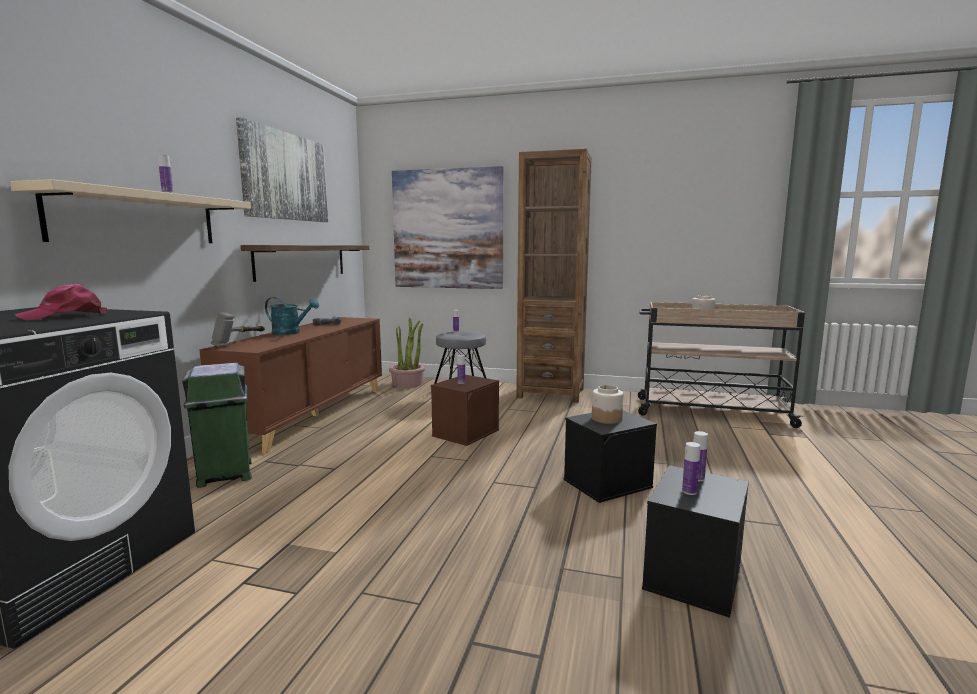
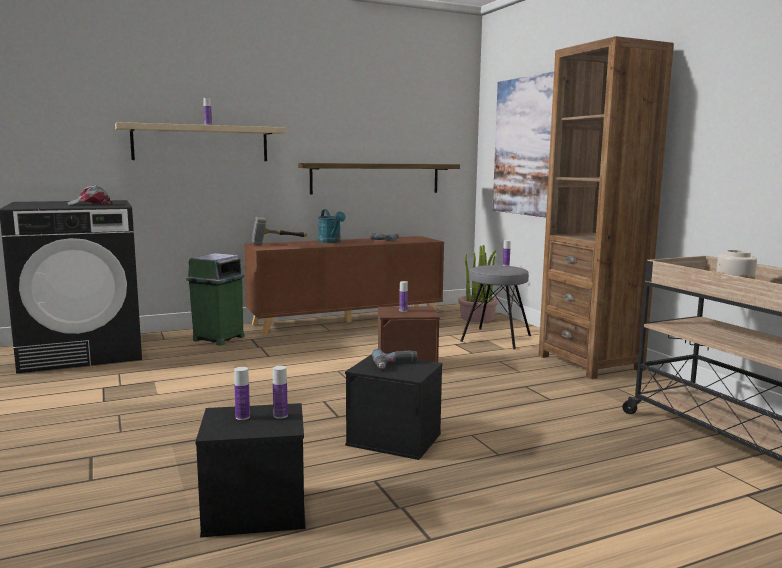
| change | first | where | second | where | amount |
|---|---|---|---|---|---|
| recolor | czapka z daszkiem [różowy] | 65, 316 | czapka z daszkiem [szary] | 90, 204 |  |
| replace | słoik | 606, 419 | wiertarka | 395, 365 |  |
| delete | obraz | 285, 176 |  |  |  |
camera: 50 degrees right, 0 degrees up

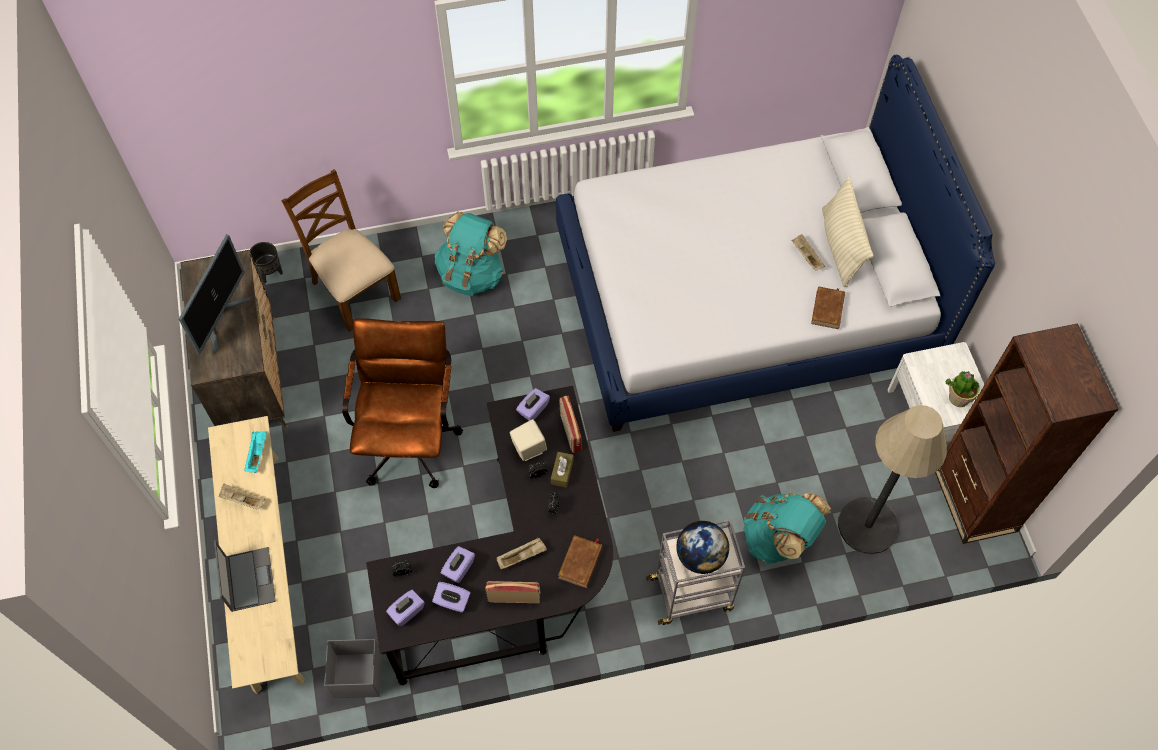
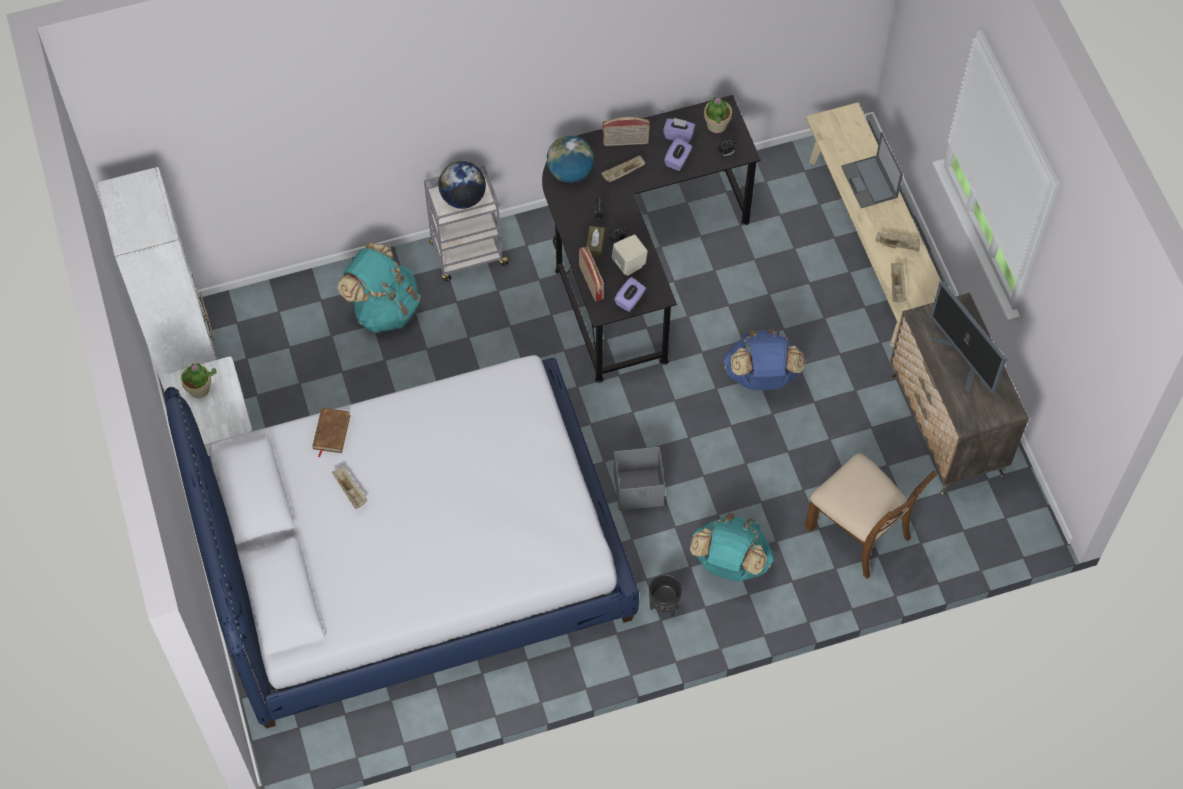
| change | first | where | second | where | amount |
|---|---|---|---|---|---|
| recolor | regał [brązowy] | 974, 500 | regał [biały] | 187, 358 |  |
| replace | książka [brązowy] | 581, 563 | globus | 570, 172 |  |
| move | pojemnik do przechowywania [szary] | 356, 675 |  | 639, 489 |  |
| move | donica [czarny] | 270, 274 |  | 664, 606 |  |
| replace | pudełko chusteczek [fioletowy] | 406, 611 | roślina doniczkowa | 716, 125 |  |
| replace | krzesło biurowe [brązowy] | 410, 436 | plecak [niebieski] | 762, 377 |  |
| recolor | taca [turkusowy] | 257, 454 | taca [beżowy] | 897, 287 |  |
| rotate | monitor | 221, 318 |  | 963, 360 | 45 degrees counterclockwise |
| delete | poduszka [beżowy] | 840, 246 |  |  |  |
| delete | lampa stojąca | 867, 525 |  |  |  |
camera: 175 degrees right, 0 degrees up

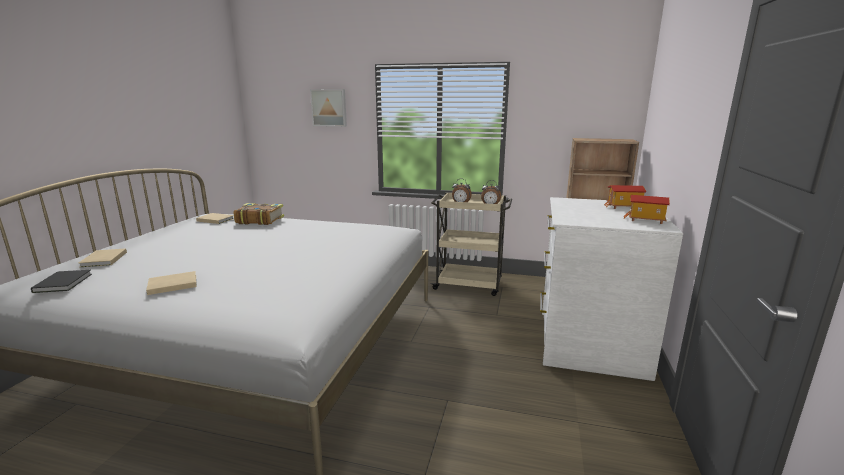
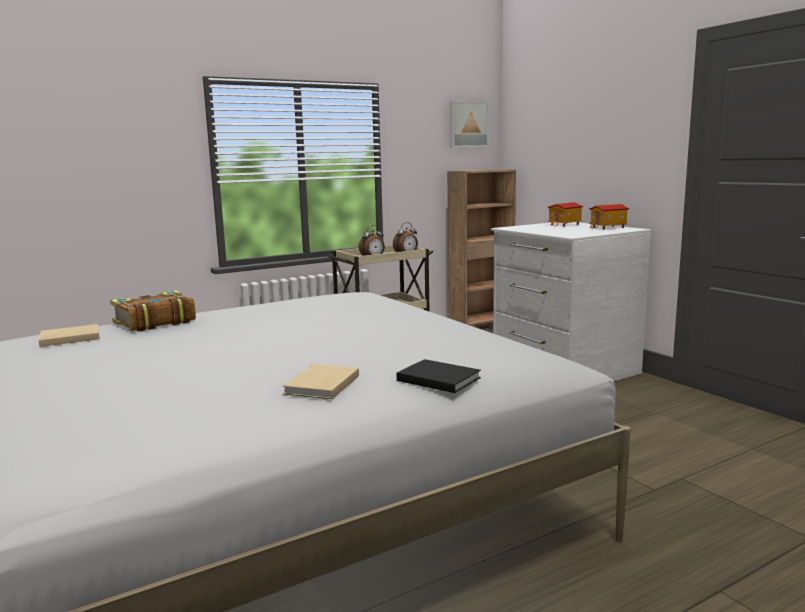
| change | first | where | second | where | amount |
|---|---|---|---|---|---|
| move | książka [czarny] | 65, 282 |  | 437, 378 |  |
| move | obraz | 329, 108 |  | 467, 124 |  |
| delete | książka [beżowy] | 103, 260 |  |  |  |
camera: 45 degrees left, 5 degrees down

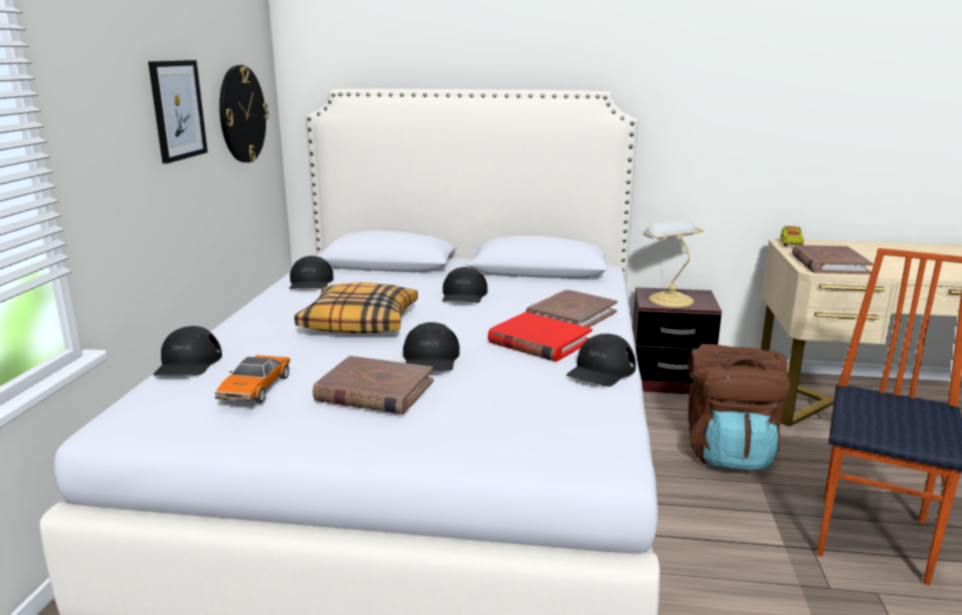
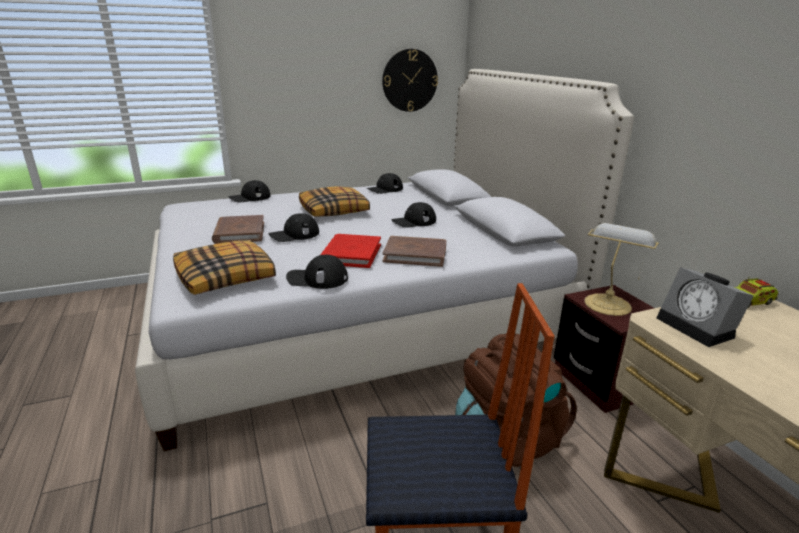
| change | first | where | second | where | amount |
|---|---|---|---|---|---|
| insert |  |  | poduszka | 226, 277 |  |
| replace | książka [brązowy] | 829, 264 | budzik | 698, 328 |  |
| delete | obraz | 177, 110 |  |  |  |
| delete | samochodzik | 255, 389 |  |  |  |
camera: 60 degrees right, 5 degrees up

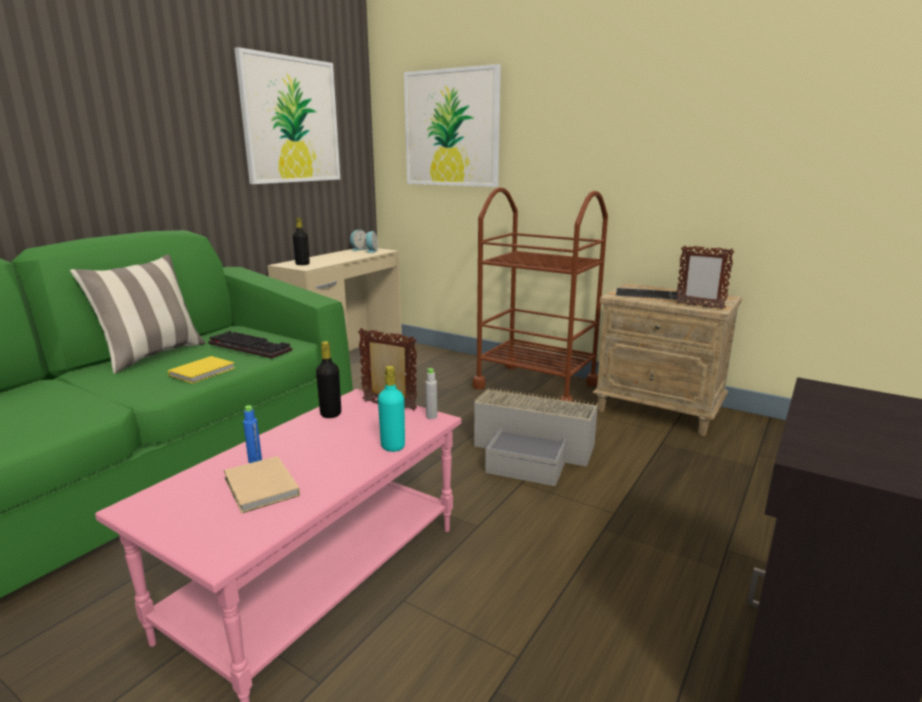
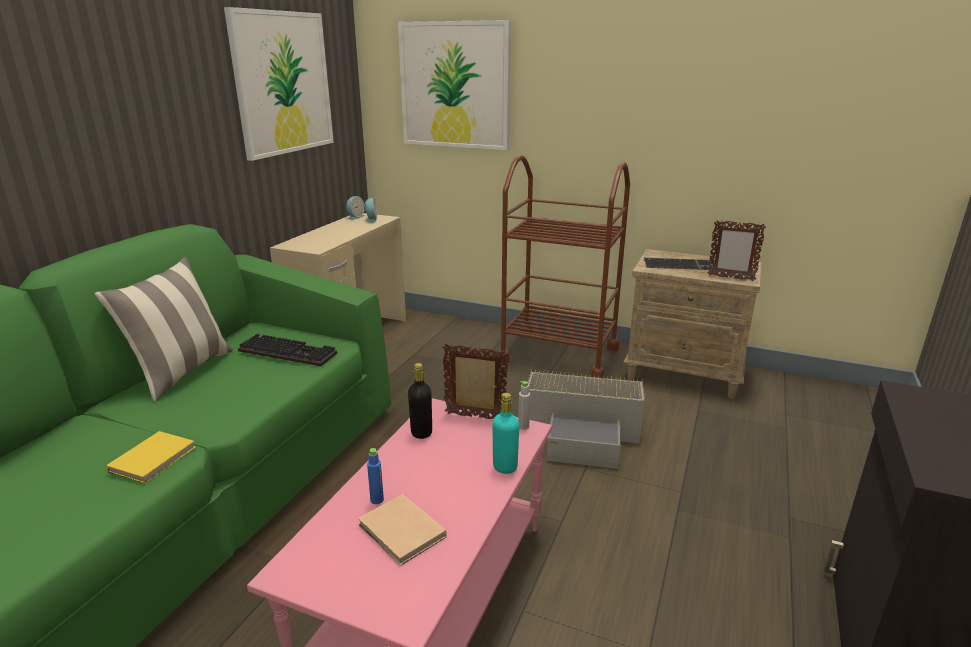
| change | first | where | second | where | amount |
|---|---|---|---|---|---|
| move | książka [żółty] | 204, 371 |  | 155, 458 |  |
| delete | butelka [czarny] | 302, 264 |  |  |  |
camera: 10 degrees left, 5 degrees up

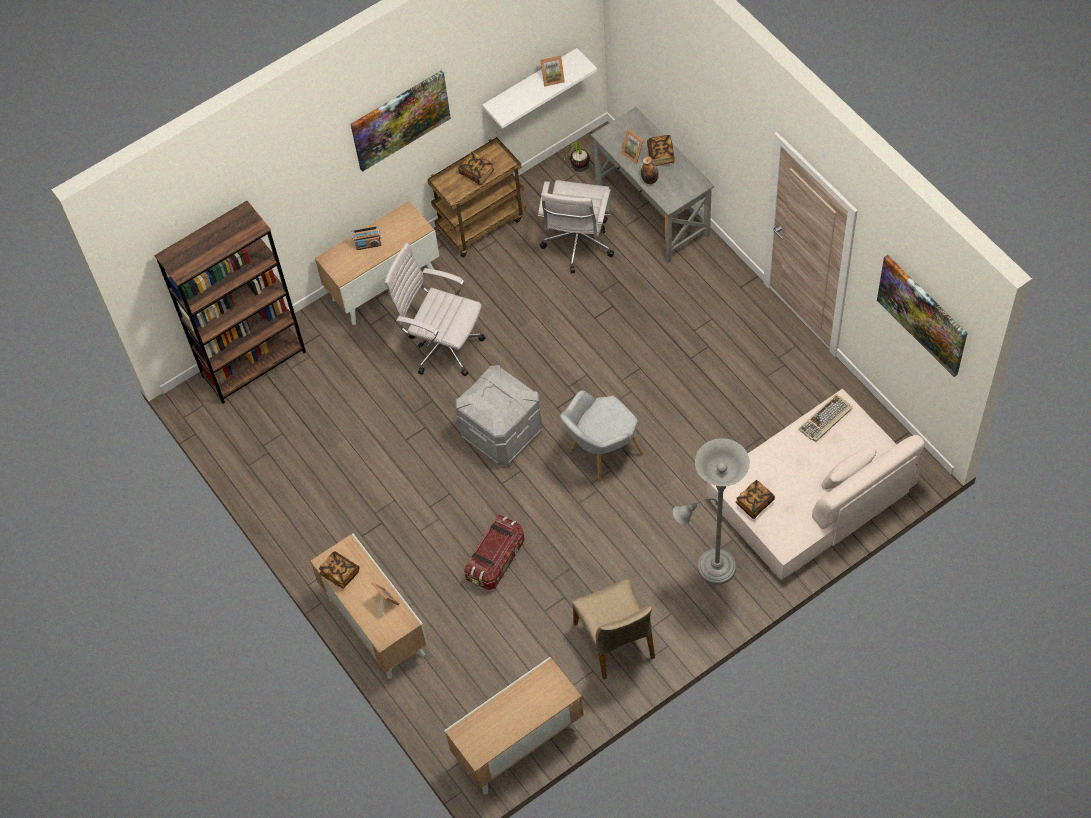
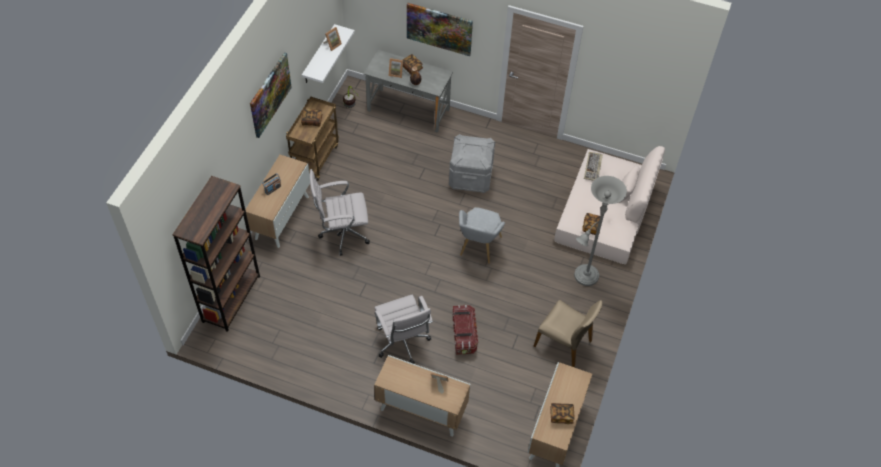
| change | first | where | second | where | amount |
|---|---|---|---|---|---|
| move | krzesło biurowe [biały] | 577, 245 |  | 403, 343 |  |
| move | obraz | 922, 315 |  | 439, 28 |  |
| move | pojemnik do przechowywania [szary] | 501, 432 |  | 470, 177 |  |
| move | książka | 340, 573 |  | 561, 415 |  |
camera: 40 degrees left, 5 degrees down

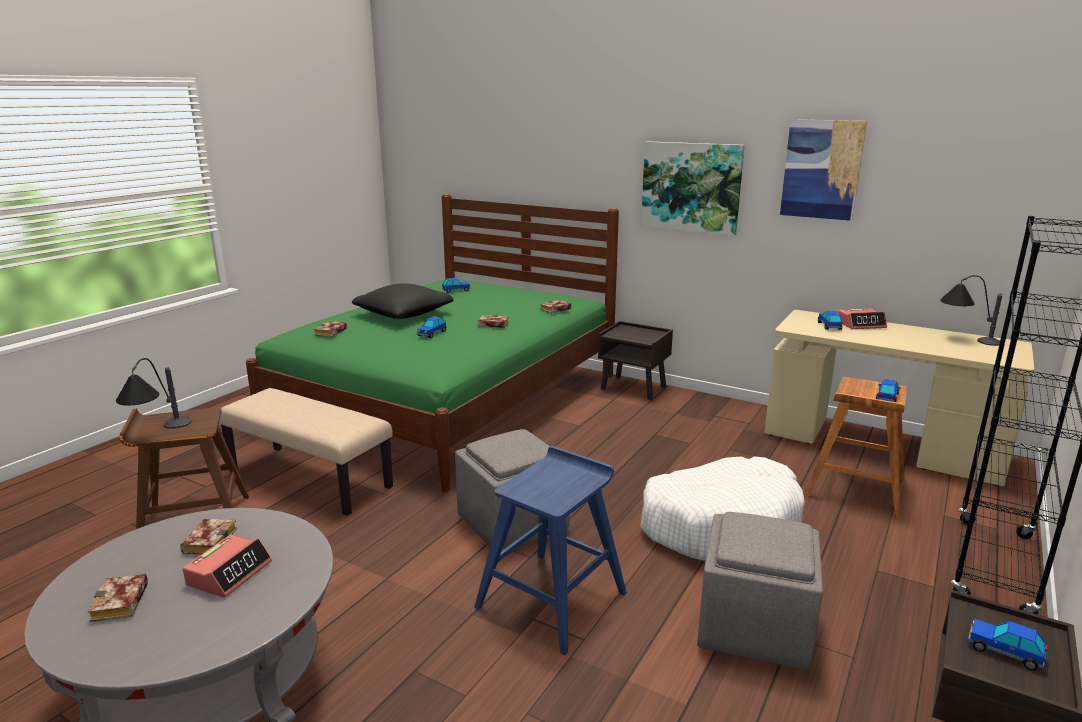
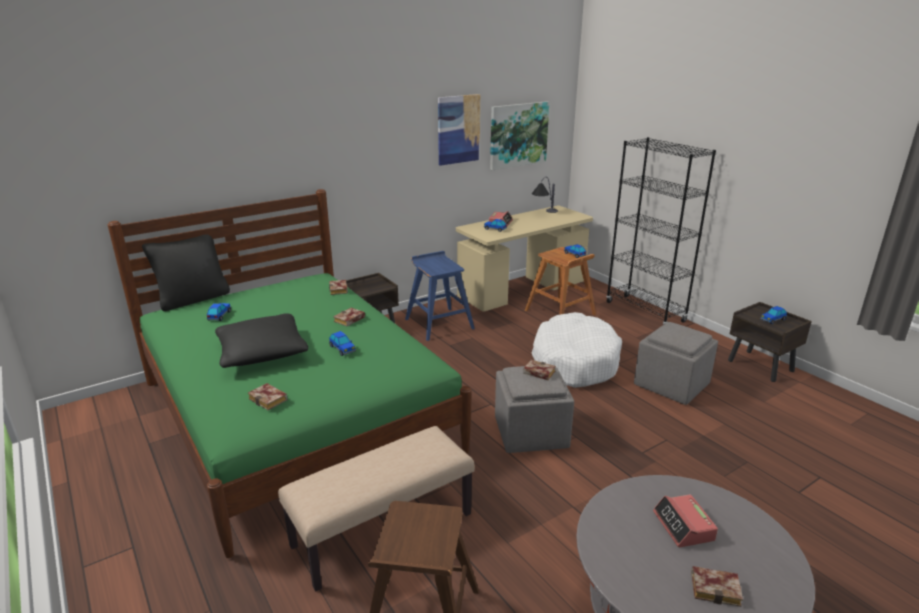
| change | first | where | second | where | amount |
|---|---|---|---|---|---|
| insert |  |  | poduszka [czarny] | 193, 299 |  |
| move | stołek [niebieski] | 552, 599 |  | 439, 323 |  |
| move | obraz | 691, 187 |  | 518, 135 |  |
| move | książka | 209, 540 |  | 537, 373 |  |
| rotate | budzik | 229, 573 |  | 683, 526 | 150 degrees counterclockwise |
| delete | lampa stołowa | 159, 434 |  |  |  |
camera: 65 degrees left, 5 degrees up

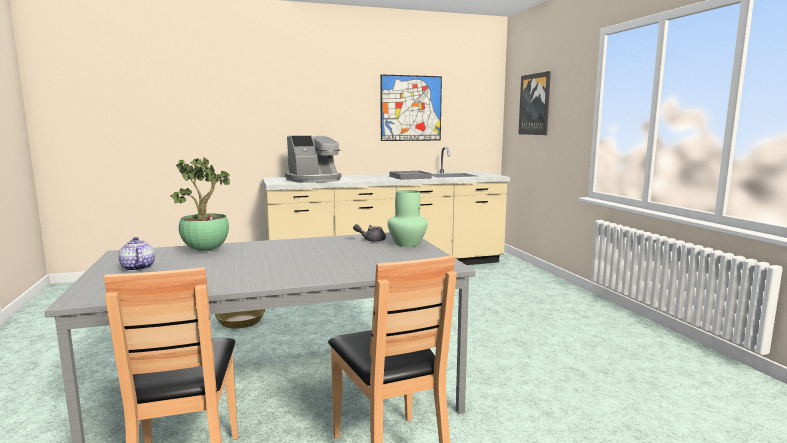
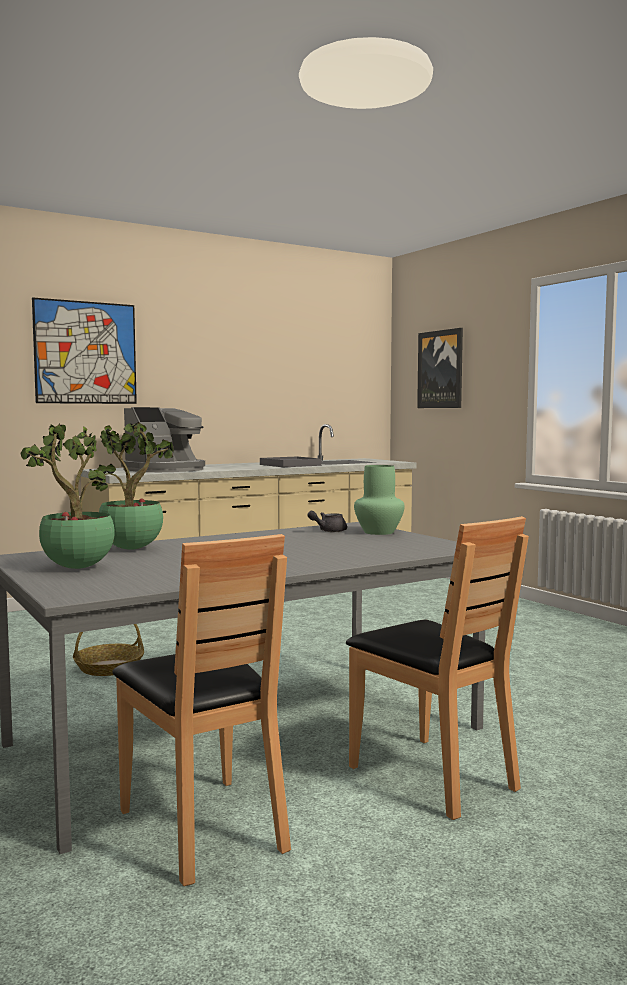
| change | first | where | second | where | amount |
|---|---|---|---|---|---|
| replace | imbryk | 137, 268 | roślina doniczkowa | 76, 568 |  |
| move | obraz | 411, 108 |  | 86, 352 |  |
camera: 15 degrees left, 5 degrees down

